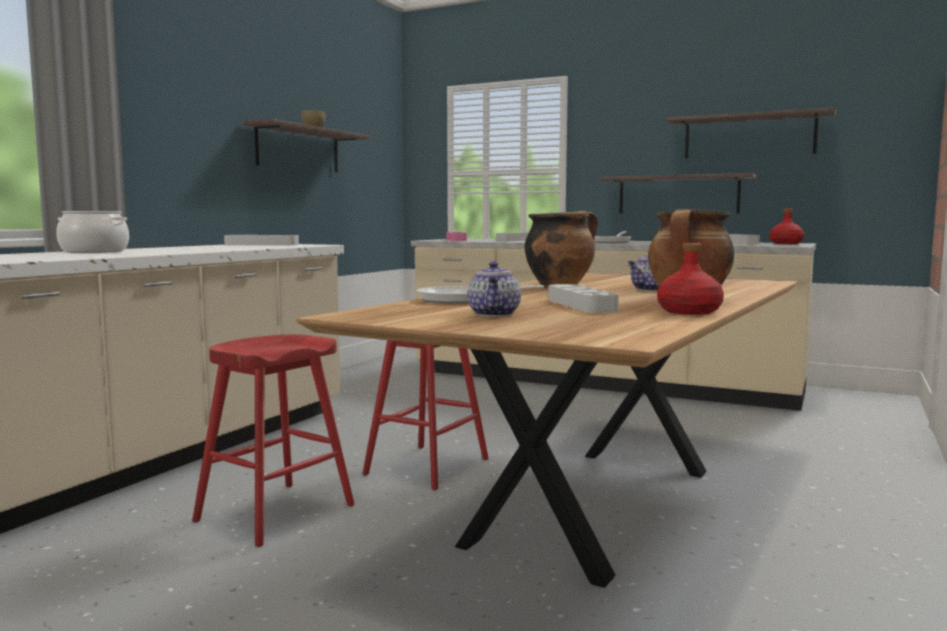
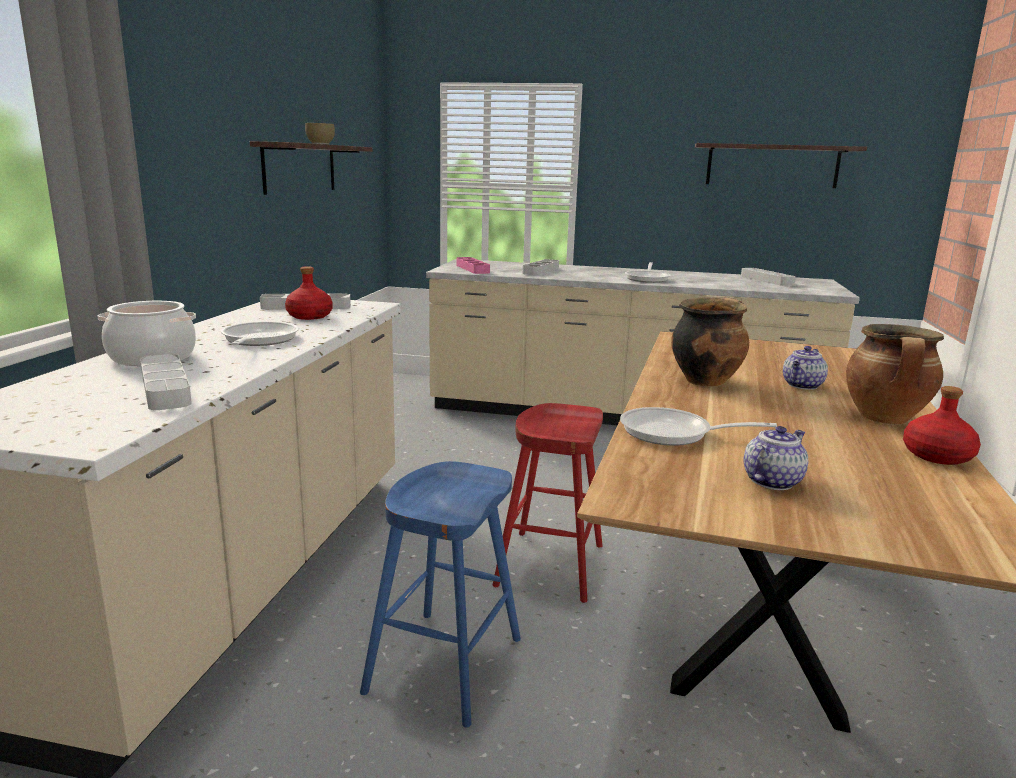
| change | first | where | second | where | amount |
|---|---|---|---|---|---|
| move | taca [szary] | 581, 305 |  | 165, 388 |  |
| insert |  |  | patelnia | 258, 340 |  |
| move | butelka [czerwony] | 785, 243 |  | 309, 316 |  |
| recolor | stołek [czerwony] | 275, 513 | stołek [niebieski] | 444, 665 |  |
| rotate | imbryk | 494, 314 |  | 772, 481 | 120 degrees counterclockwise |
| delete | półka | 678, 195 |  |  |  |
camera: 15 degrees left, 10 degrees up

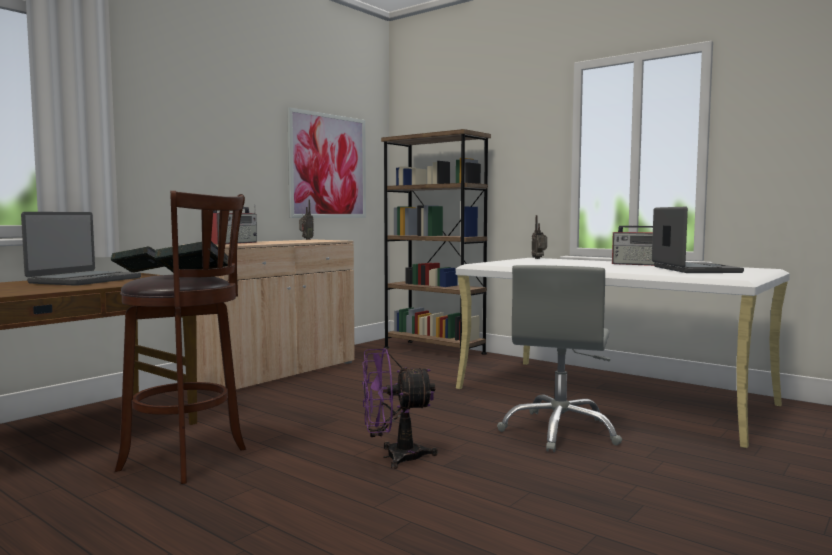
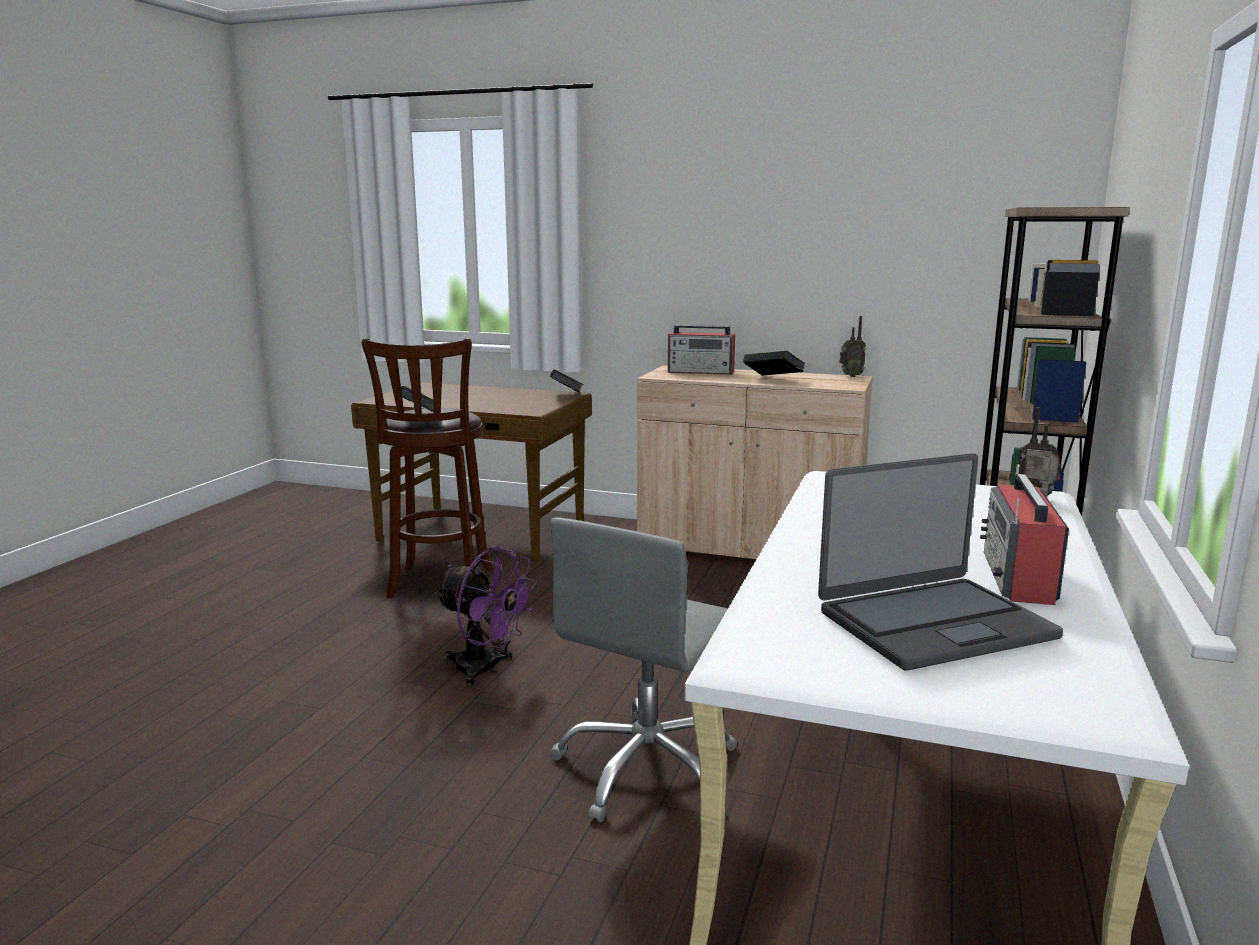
| change | first | where | second | where | amount |
|---|---|---|---|---|---|
| rotate | wentylator [fioletowy] | 394, 457 |  | 486, 670 | 150 degrees clockwise |
| rotate | krzesło biurowe [szary] | 560, 431 |  | 647, 769 | 60 degrees counterclockwise |
| insert |  |  | książka | 773, 379 |  |
| delete | laptop | 84, 280 |  |  |  |
| delete | obraz | 328, 166 |  |  |  |
camera: 70 degrees right, 10 degrees up

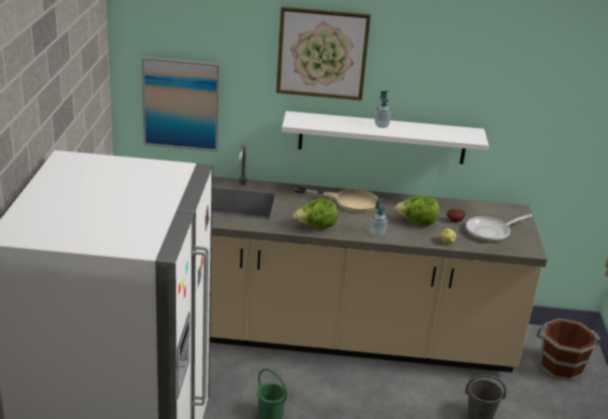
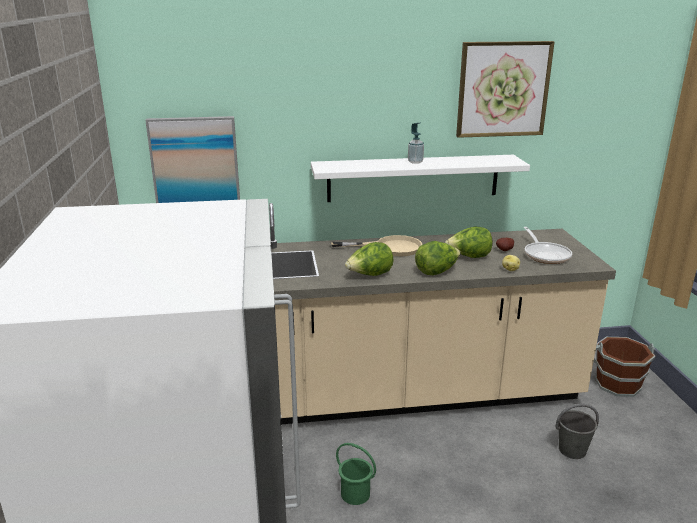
| change | first | where | second | where | amount |
|---|---|---|---|---|---|
| replace | dozownik mydła | 377, 233 | sałata | 436, 272 |  |
| move | obraz | 322, 53 |  | 503, 89 |  |
| rotate | patelnia | 491, 232 |  | 545, 255 | 60 degrees counterclockwise |
camera: 10 degrees left, 5 degrees down

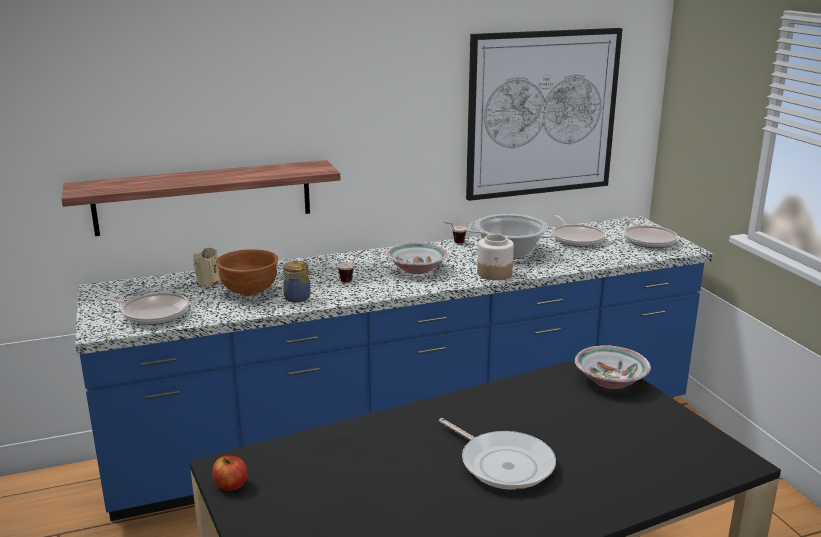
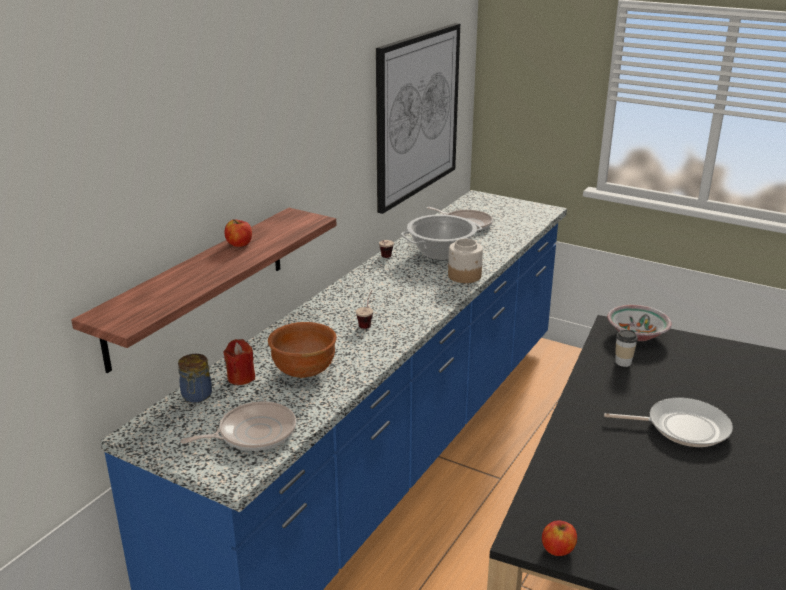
| change | first | where | second | where | amount |
|---|---|---|---|---|---|
| move | słoik | 296, 298 |  | 196, 396 |  |
| recolor | świeca [beżowy] | 208, 281 | świeca [czerwony] | 241, 377 |  |
| insert |  |  | jabłko | 239, 244 |  |
| insert |  |  | filiżanka | 623, 362 |  |
| delete | miska | 416, 269 |  |  |  |
| delete | patelnia | 648, 240 |  |  |  |
camera: 40 degrees left, 5 degrees up

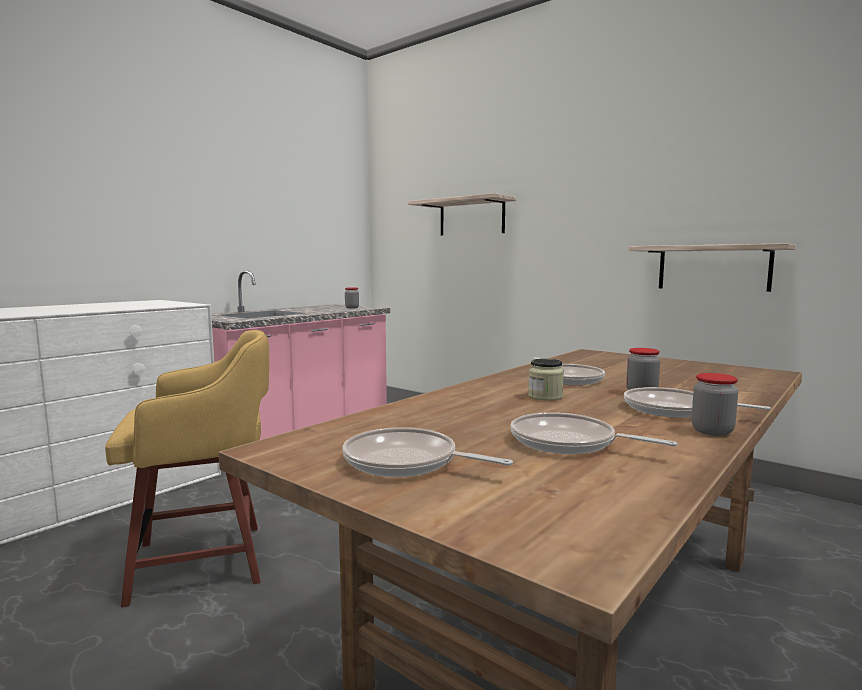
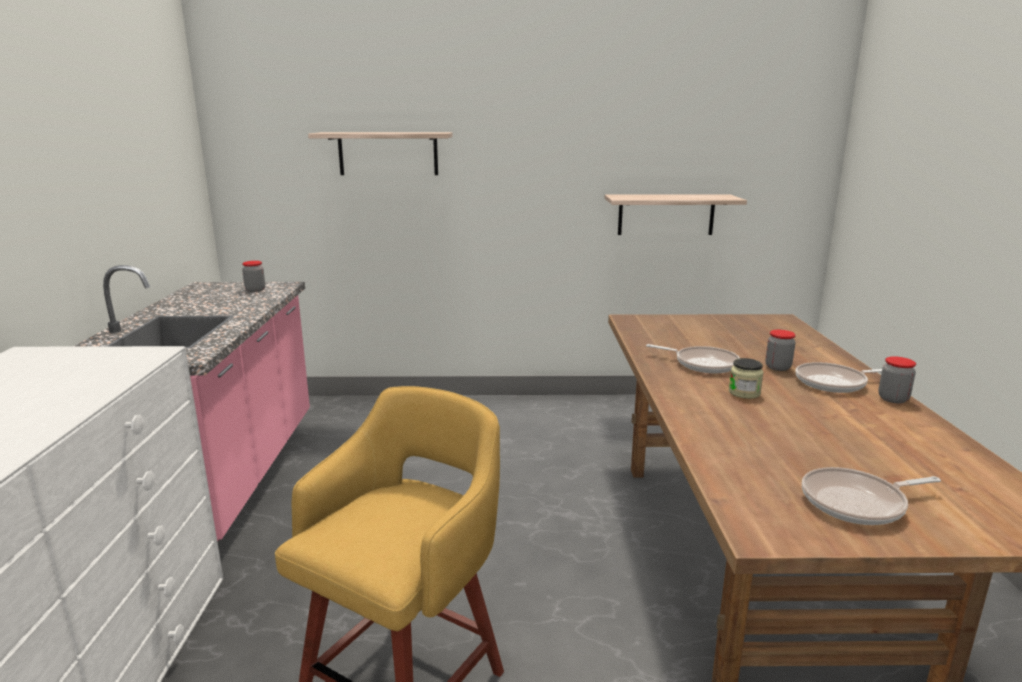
| change | first | where | second | where | amount |
|---|---|---|---|---|---|
| delete | patelnia | 568, 443 |  |  |  |
camera: 40 degrees left, 10 degrees up

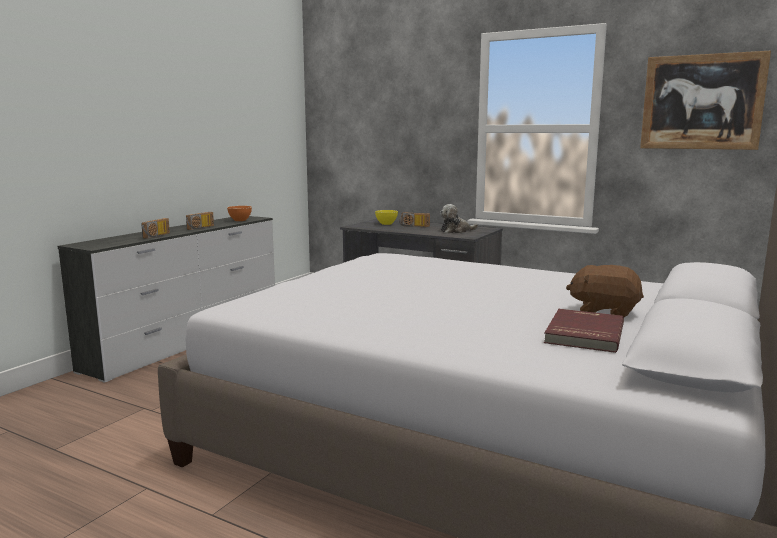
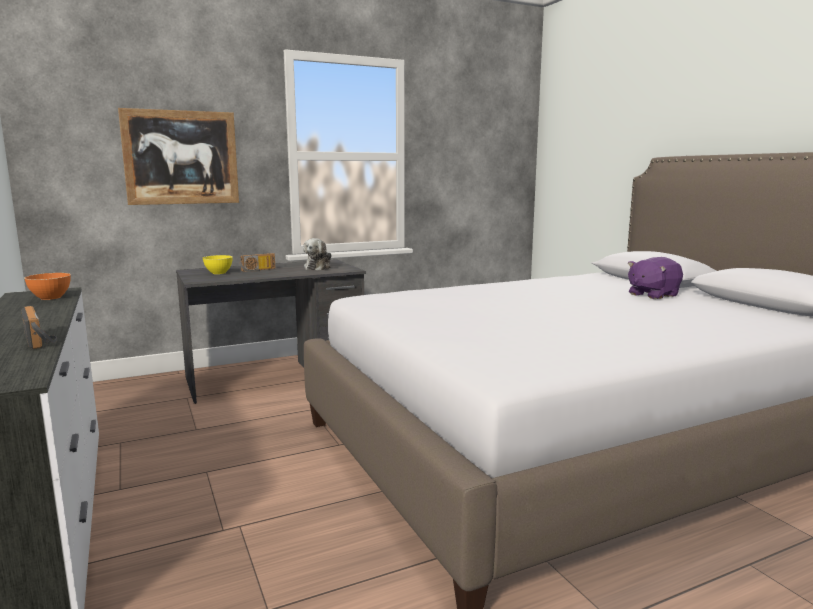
| change | first | where | second | where | amount |
|---|---|---|---|---|---|
| move | obraz | 702, 102 |  | 181, 157 |  |
| recolor | pluszak [brązowy] | 604, 312 | pluszak [fioletowy] | 652, 295 |  |
| delete | radio | 202, 228 |  |  |  |
| delete | książka [czerwony] | 582, 333 |  |  |  |
camera: 55 degrees left, 0 degrees up

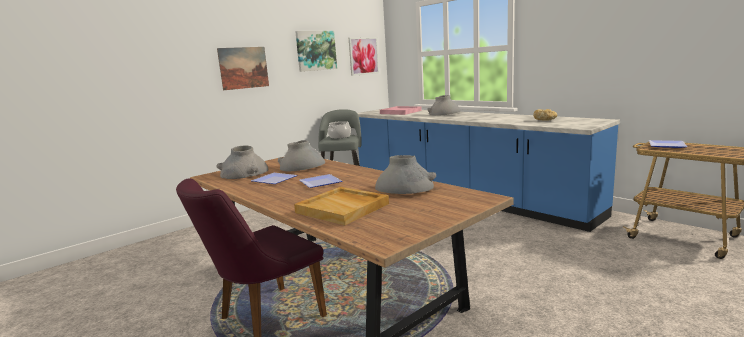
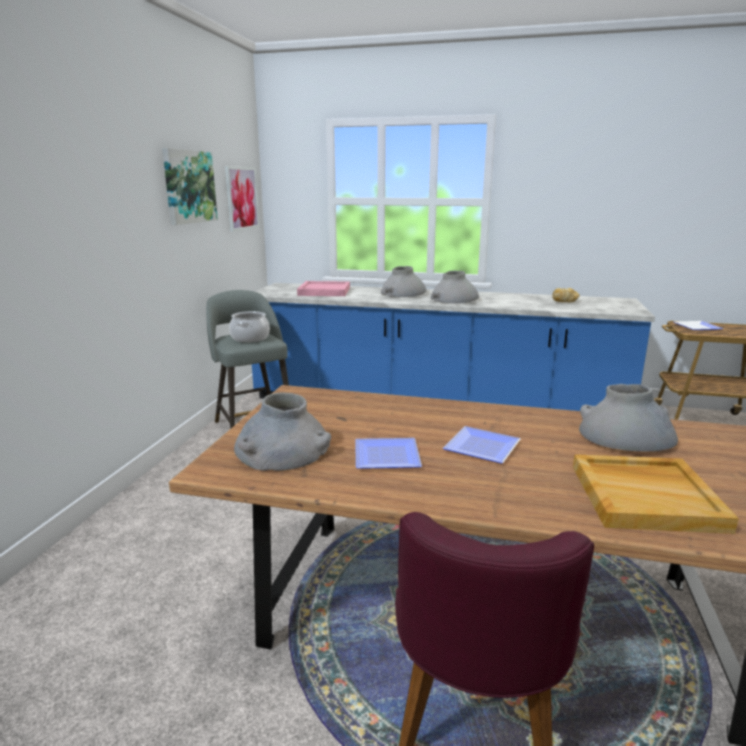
| change | first | where | second | where | amount |
|---|---|---|---|---|---|
| move | wazon [szary] | 302, 167 |  | 454, 299 |  |
| delete | obraz | 243, 68 |  |  |  |
camera: 35 degrees left, 5 degrees up

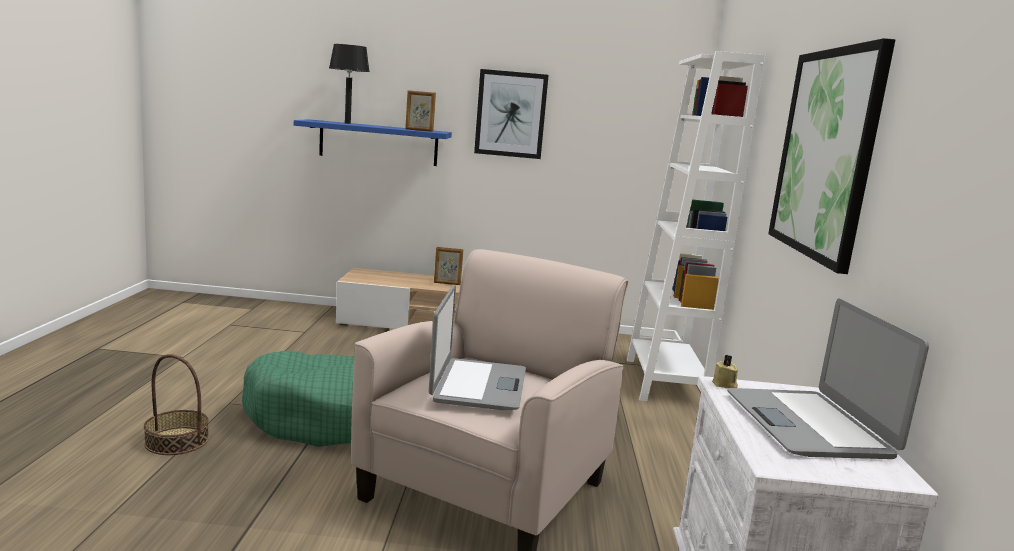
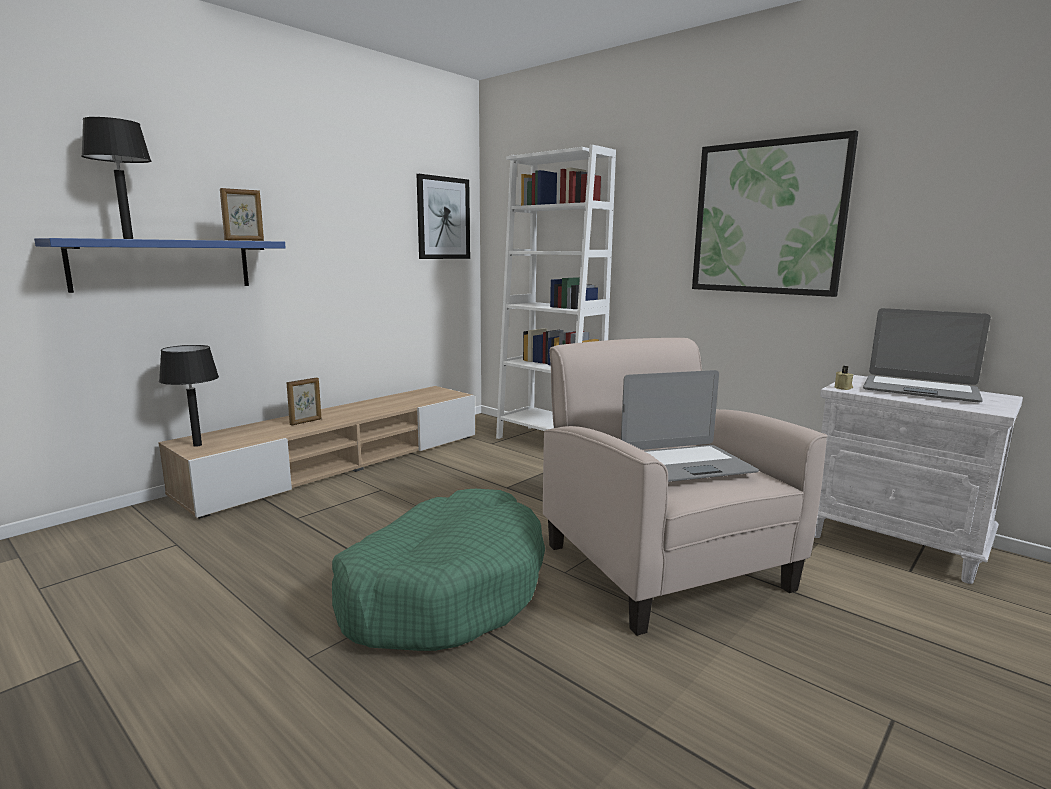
| change | first | where | second | where | amount |
|---|---|---|---|---|---|
| insert |  |  | lampa stołowa [czarny] | 198, 445 |  |
| move | obraz | 511, 114 |  | 443, 218 |  |
| rotate | laptop | 478, 385 |  | 685, 465 | 120 degrees clockwise |
| delete | koszyk | 176, 441 |  |  |  |
camera: 50 degrees left, 0 degrees up

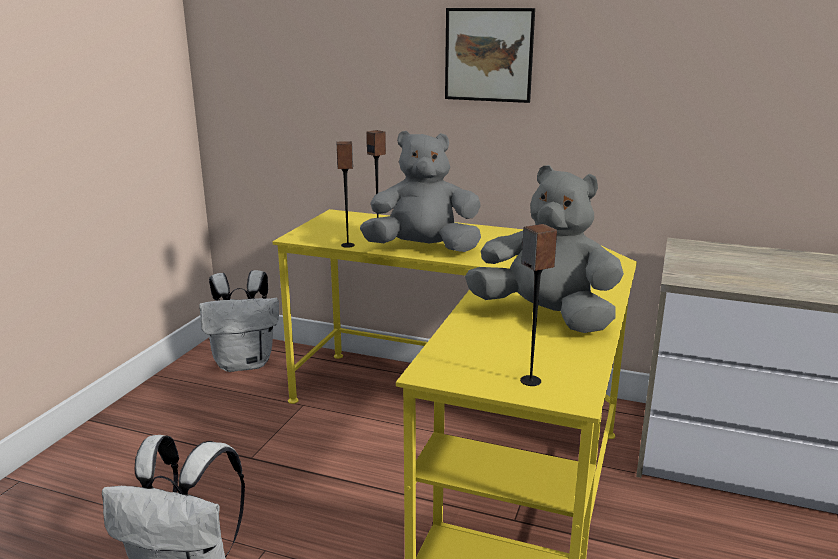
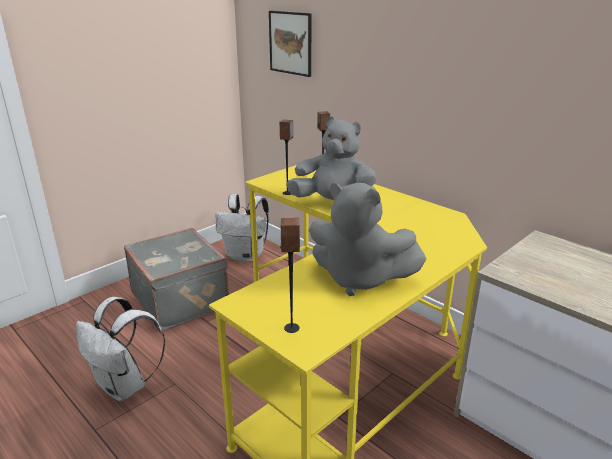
| change | first | where | second | where | amount |
|---|---|---|---|---|---|
| insert |  |  | walizka [szary] | 181, 299 |  |
| move | obraz | 488, 55 |  | 290, 43 |  |
| rotate | pluszak [szary] | 545, 316 |  | 359, 279 | 150 degrees clockwise |
camera: 25 degrees right, 5 degrees up

